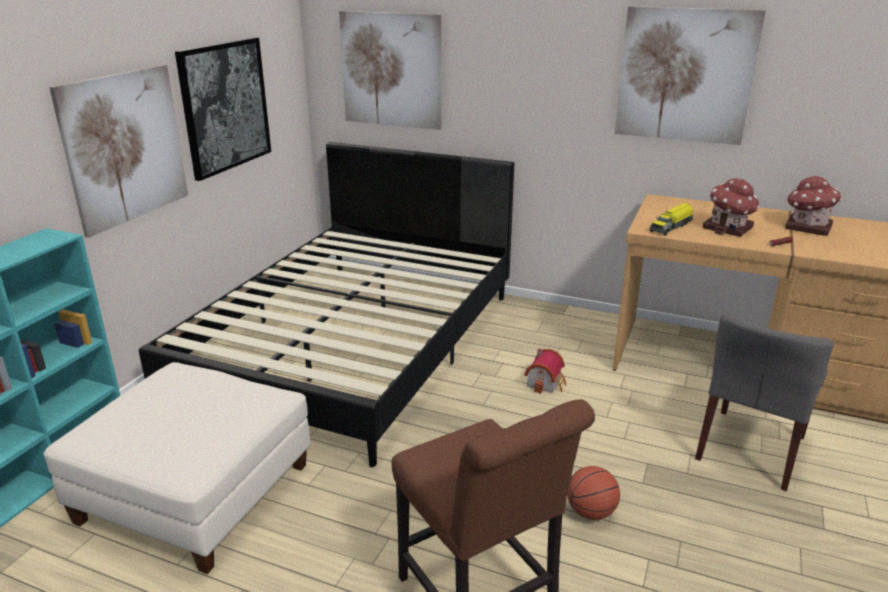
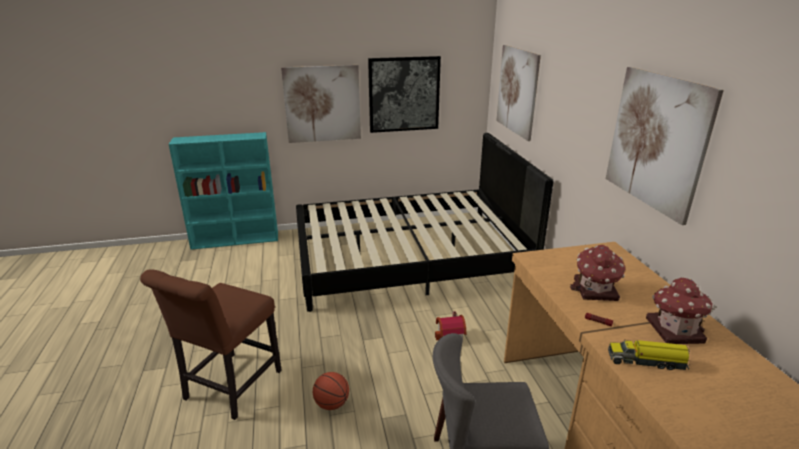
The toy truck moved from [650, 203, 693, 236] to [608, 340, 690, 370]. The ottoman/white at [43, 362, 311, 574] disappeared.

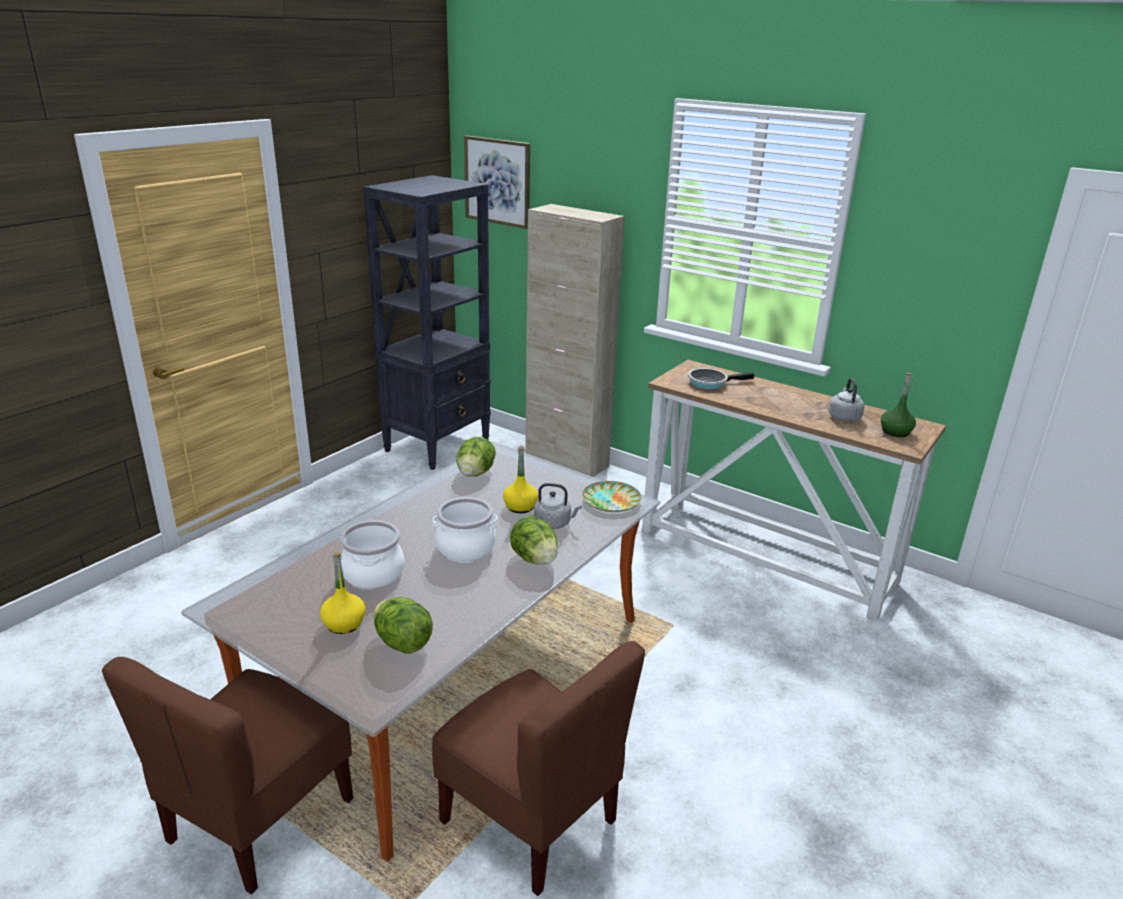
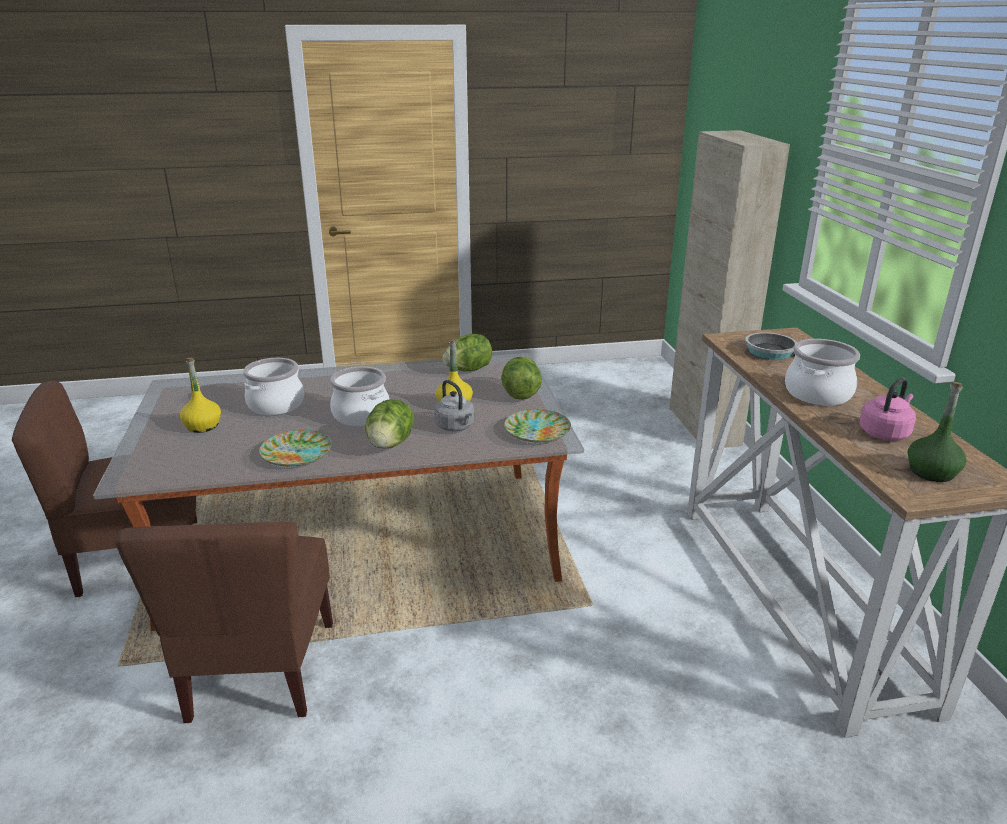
The picture at [464, 136, 530, 229] disappeared. The bookcase/black at [363, 175, 491, 470] disappeared. The kettle/grey at [829, 378, 865, 422] became the kettle/pink at [860, 378, 916, 441]. The lettuce moved from [373, 597, 433, 654] to [501, 356, 542, 400]. The cooking pot at [785, 339, 860, 406] appeared. The plate at [259, 430, 332, 466] appeared.

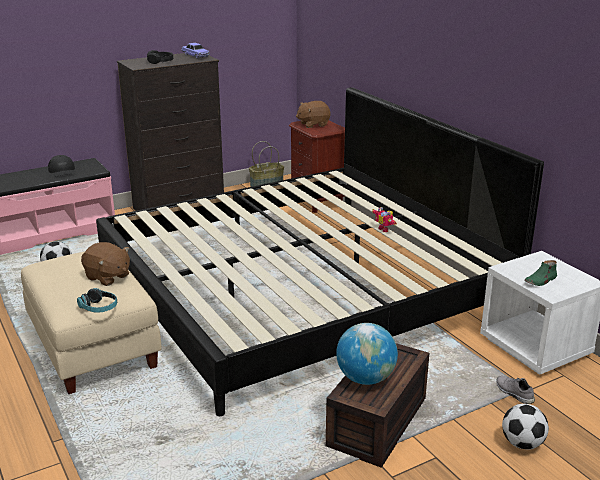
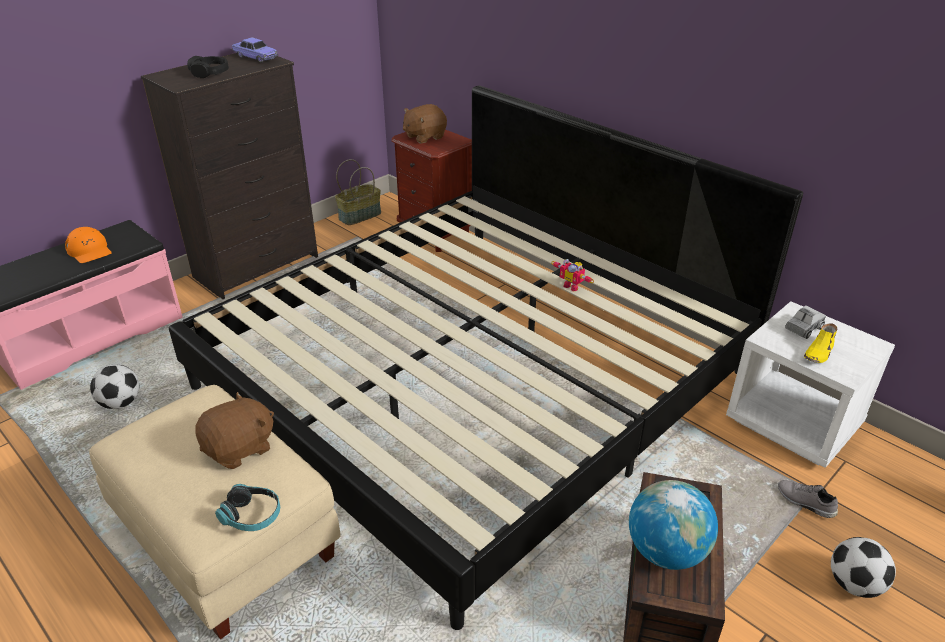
The cap/black at [48, 155, 75, 177] became the cap/orange at [65, 227, 112, 263]. The plush toy/brown at [81, 242, 130, 286] turned 60 degrees counterclockwise. The shoe/green at [524, 260, 557, 286] became the shoe/yellow at [804, 323, 838, 363]. The toy truck at [785, 306, 826, 339] appeared.

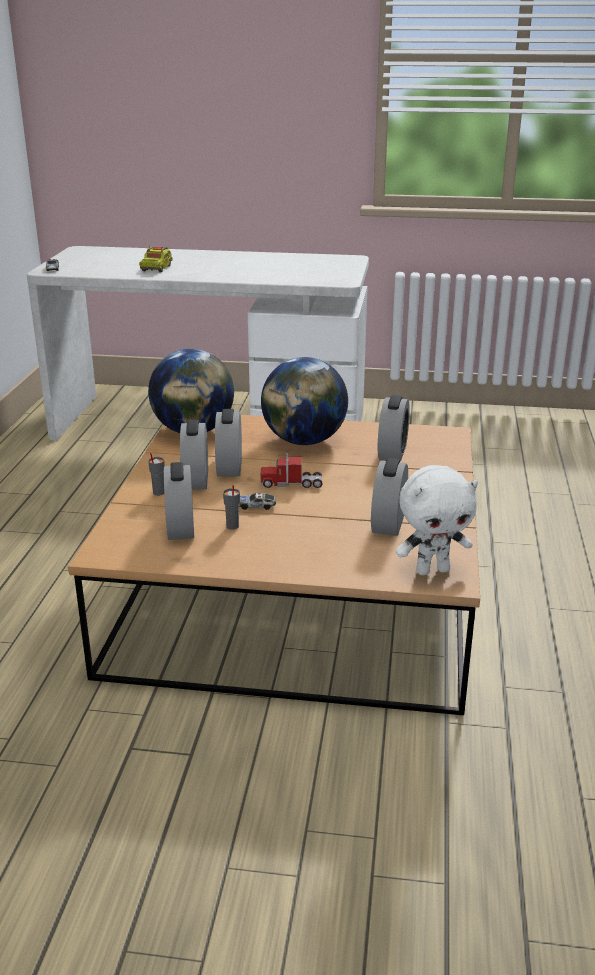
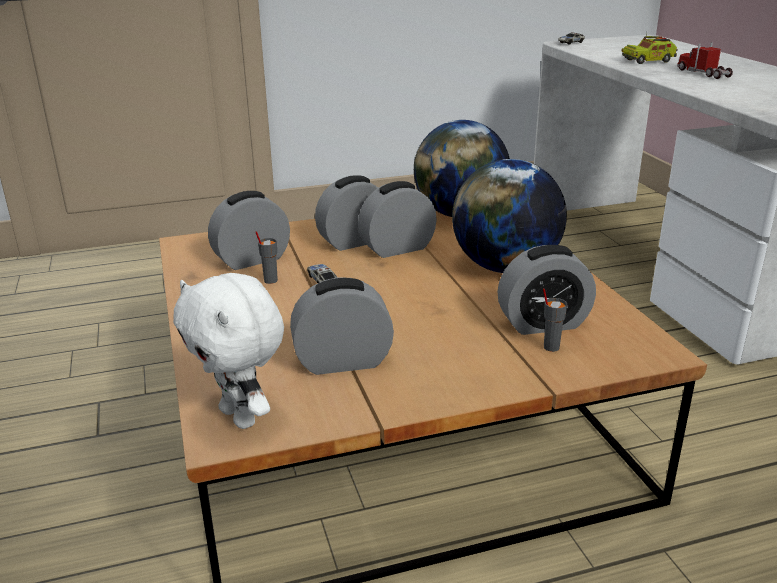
The toy truck moved from [261, 452, 323, 488] to [677, 42, 733, 79]. The cup/grey moved from [148, 453, 164, 496] to [543, 288, 567, 352].

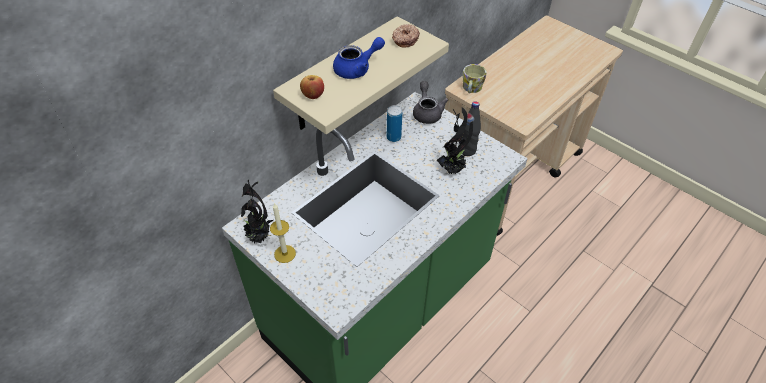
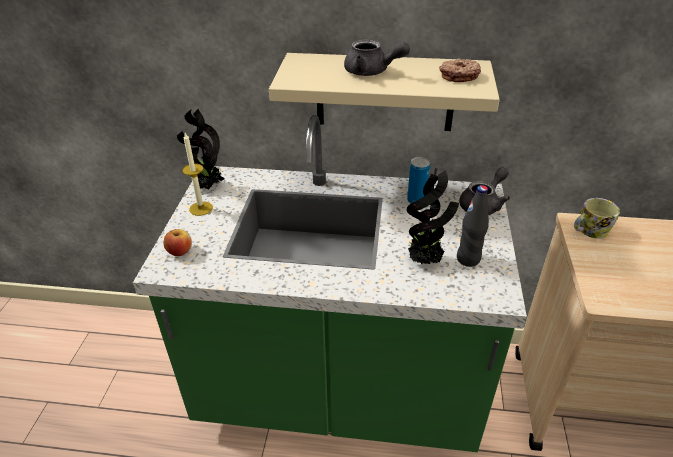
The teapot/blue at [333, 37, 385, 79] became the teapot/grey at [344, 39, 410, 76]. The apple moved from [300, 75, 324, 99] to [164, 229, 192, 256].

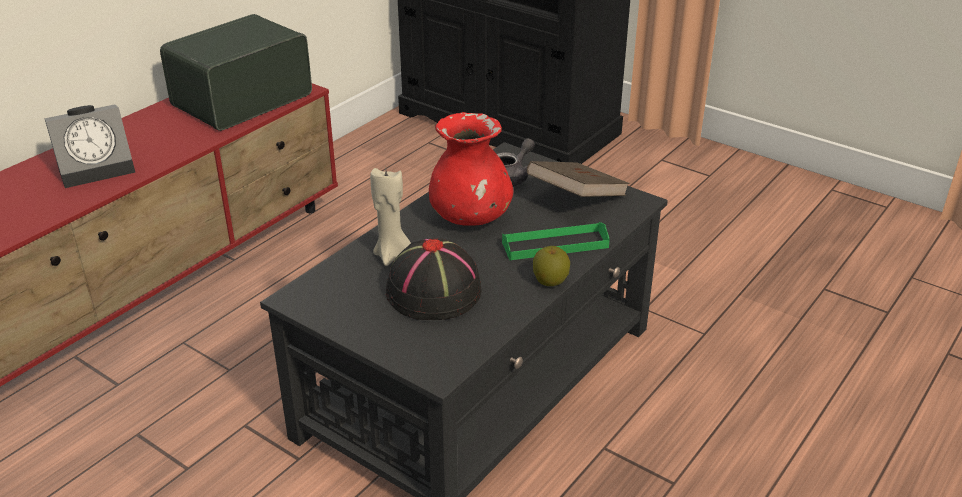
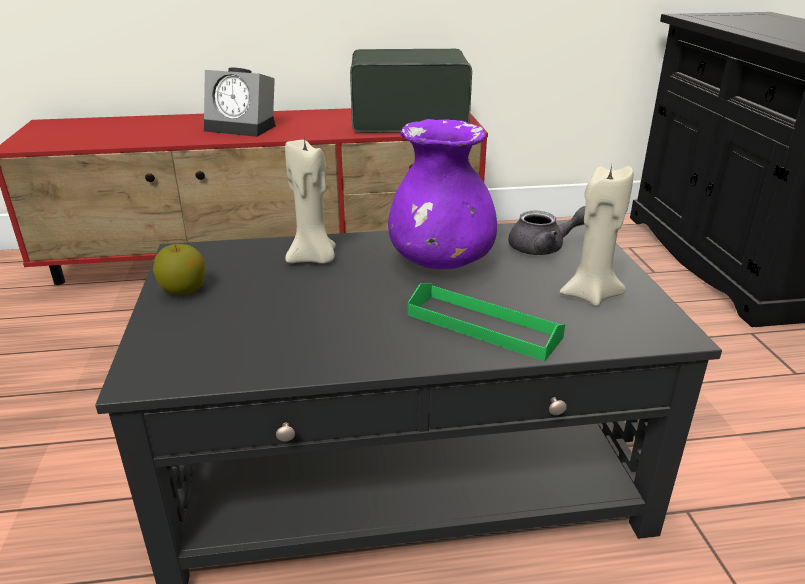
The vase/red at [429, 112, 513, 226] became the vase/purple at [388, 119, 497, 269]. The book/brown at [527, 161, 630, 197] was replaced by the candle/beige at [560, 165, 633, 307]. The hat/black at [386, 238, 482, 320] disappeared. The apple moved from [533, 246, 570, 286] to [153, 243, 205, 295].

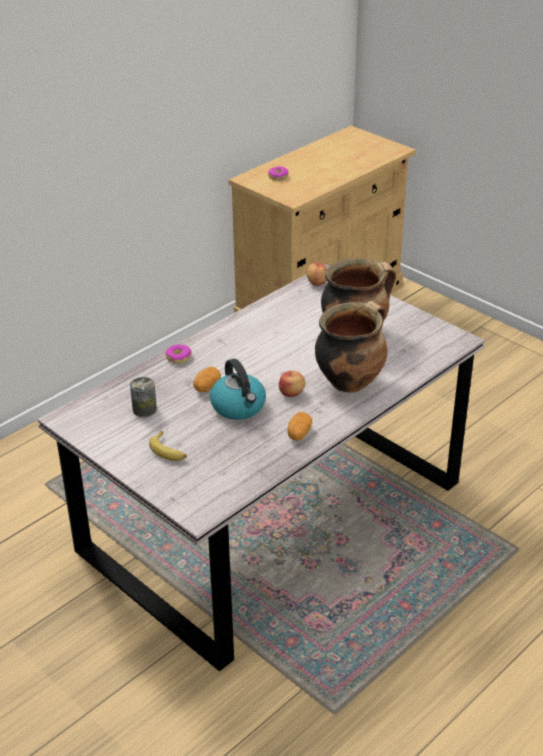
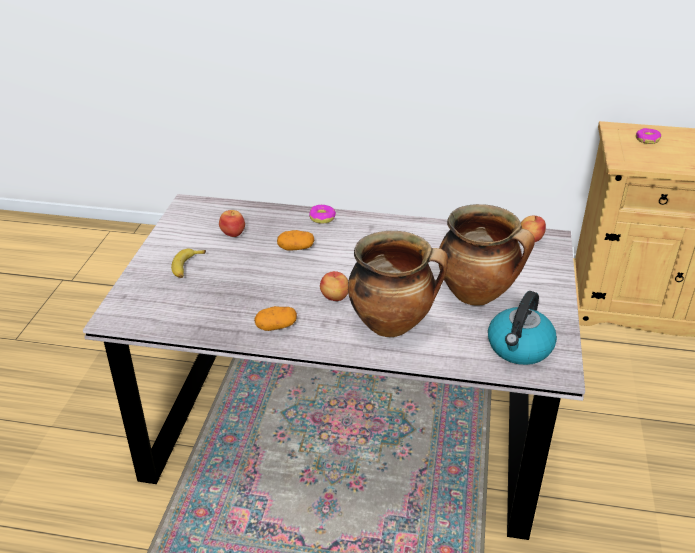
The kettle moved from [210, 358, 266, 420] to [488, 291, 557, 365]. The can at [130, 377, 157, 417] was replaced by the apple at [219, 210, 245, 237].

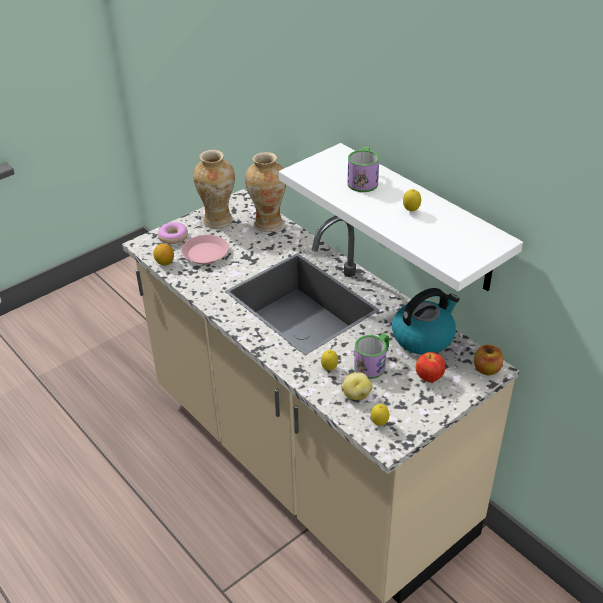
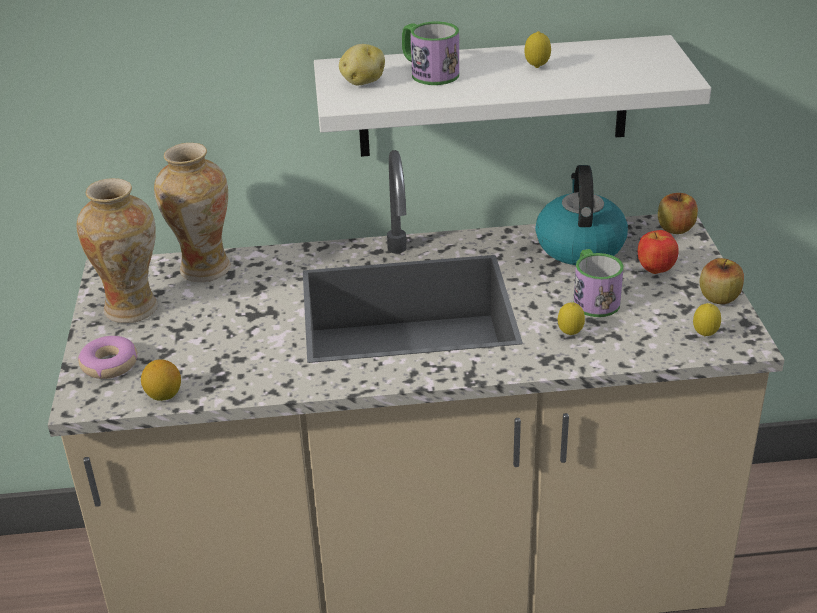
The plate/pink at [181, 235, 229, 264] disappeared. The potato moved from [341, 372, 373, 400] to [339, 44, 385, 85]. The apple at [700, 258, 744, 304] appeared.

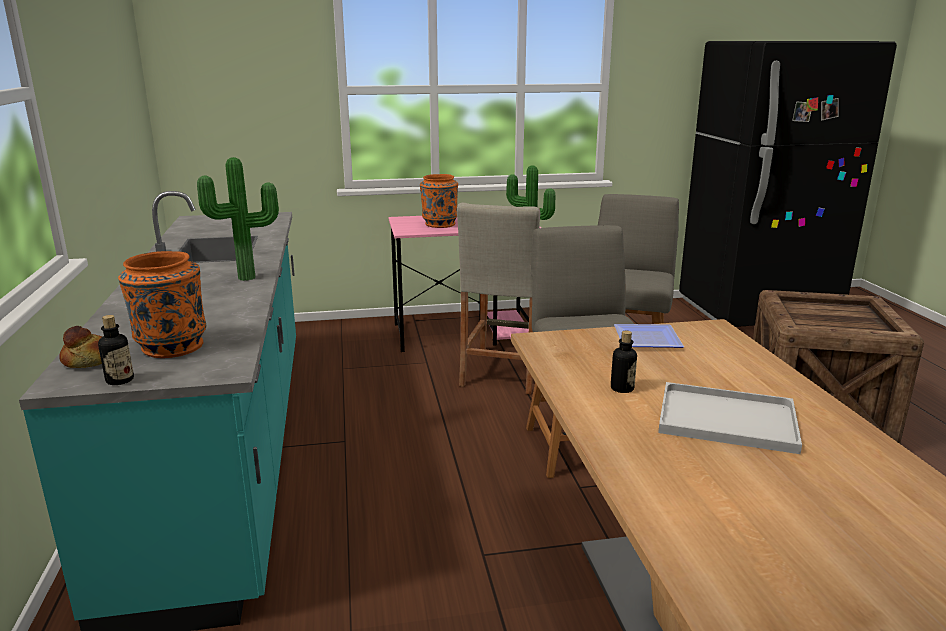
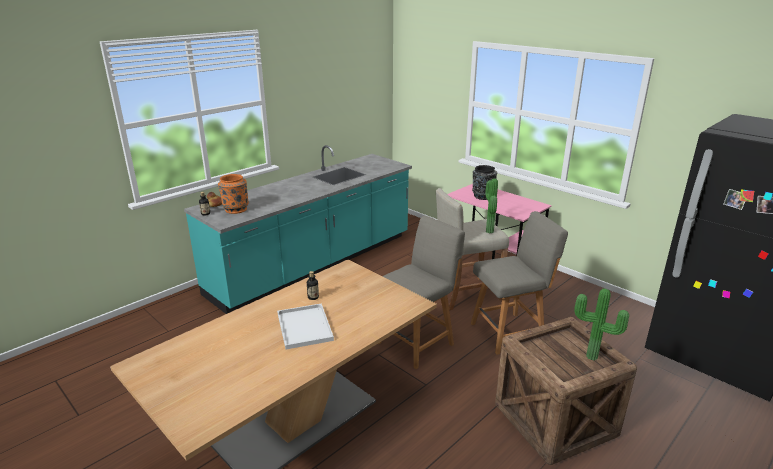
The potted plant moved from [197, 157, 279, 281] to [574, 289, 629, 361]. The vase/orange at [420, 174, 458, 228] became the vase/black at [472, 165, 497, 200]. The plate at [614, 324, 684, 348] disappeared.

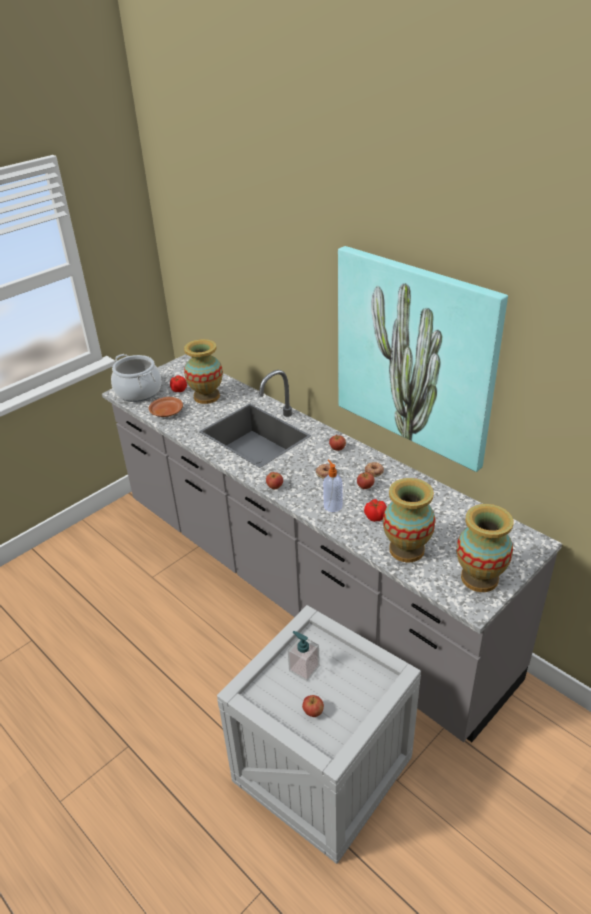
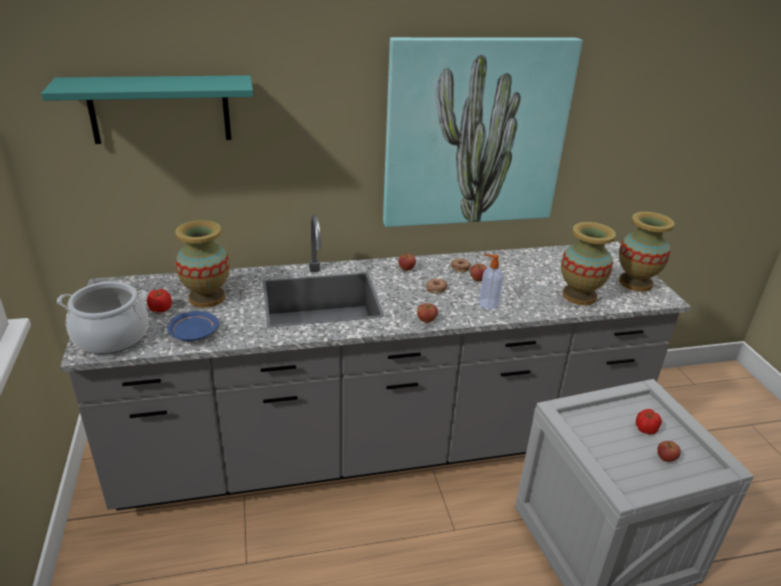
The plate/brown at [149, 397, 183, 417] became the plate/blue at [167, 311, 219, 341]. The tomato moved from [364, 499, 387, 522] to [636, 409, 662, 434]. The soap dispenser at [288, 631, 320, 681] disappeared. The shelf/turquoise at [41, 75, 253, 144] appeared.

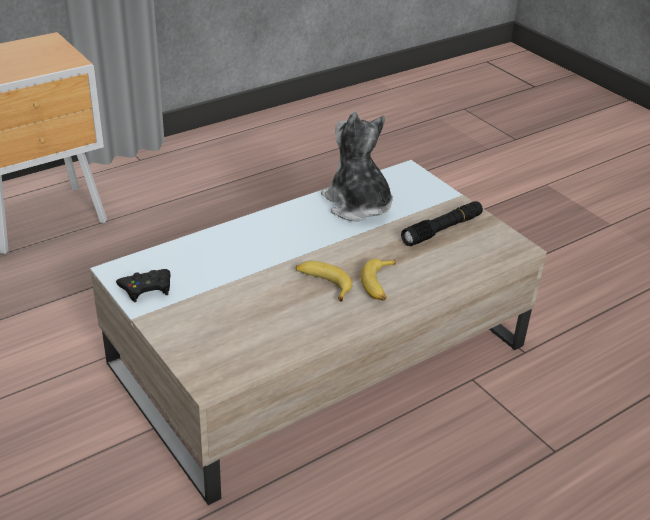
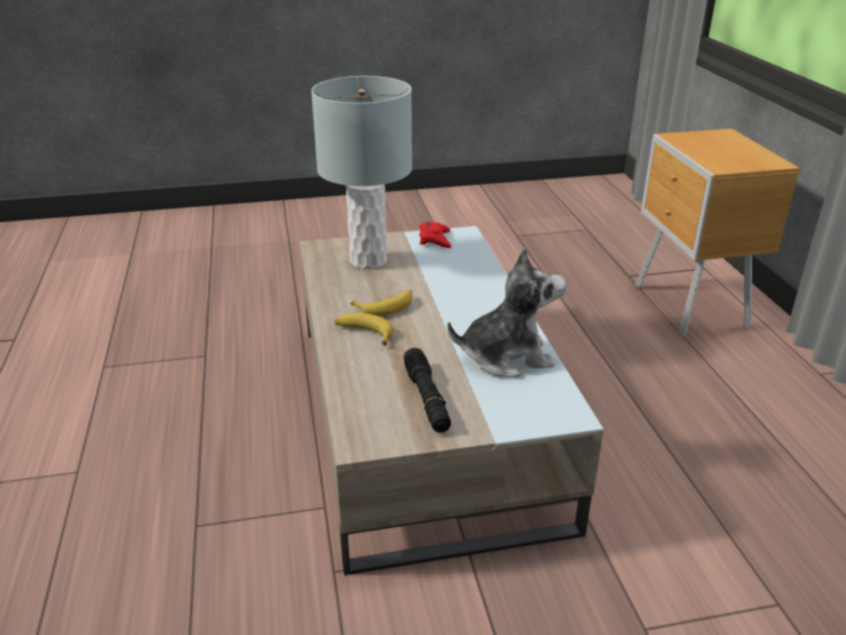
The game controller/black at [116, 269, 170, 302] became the game controller/red at [419, 221, 452, 248]. The table lamp/grey at [311, 76, 412, 269] appeared.

